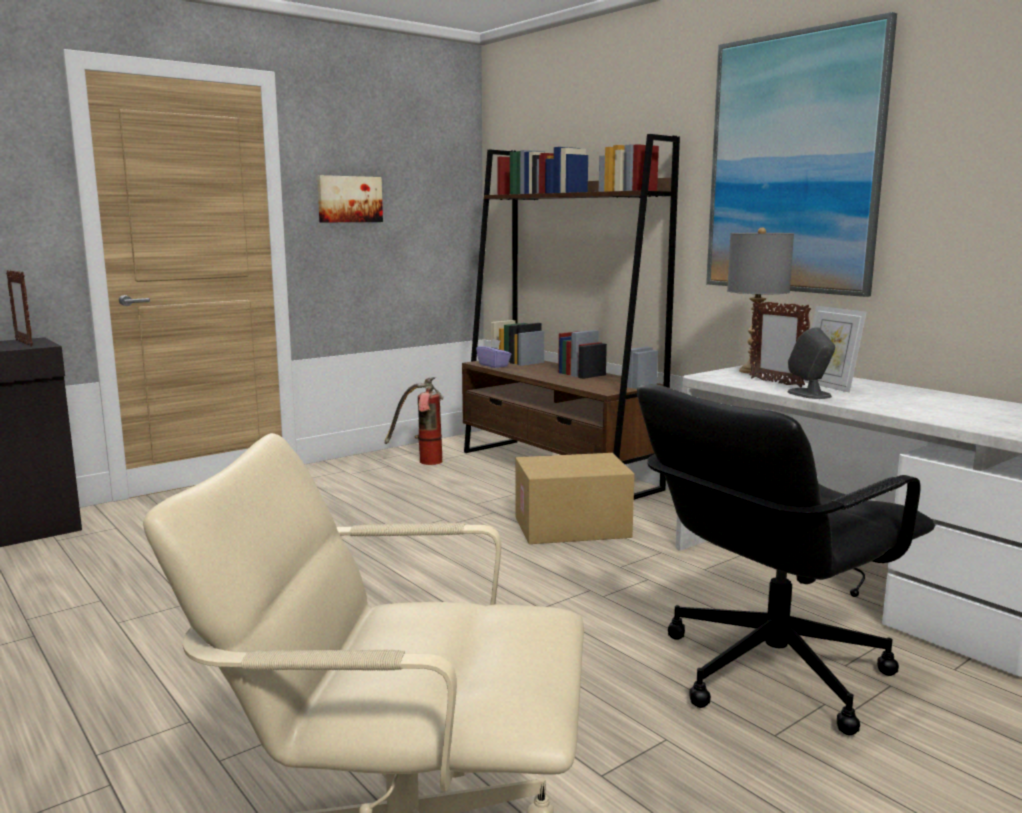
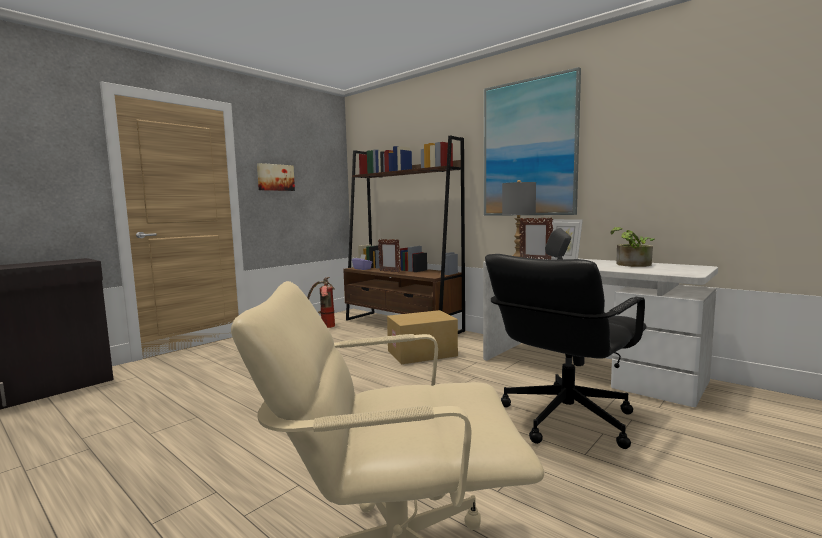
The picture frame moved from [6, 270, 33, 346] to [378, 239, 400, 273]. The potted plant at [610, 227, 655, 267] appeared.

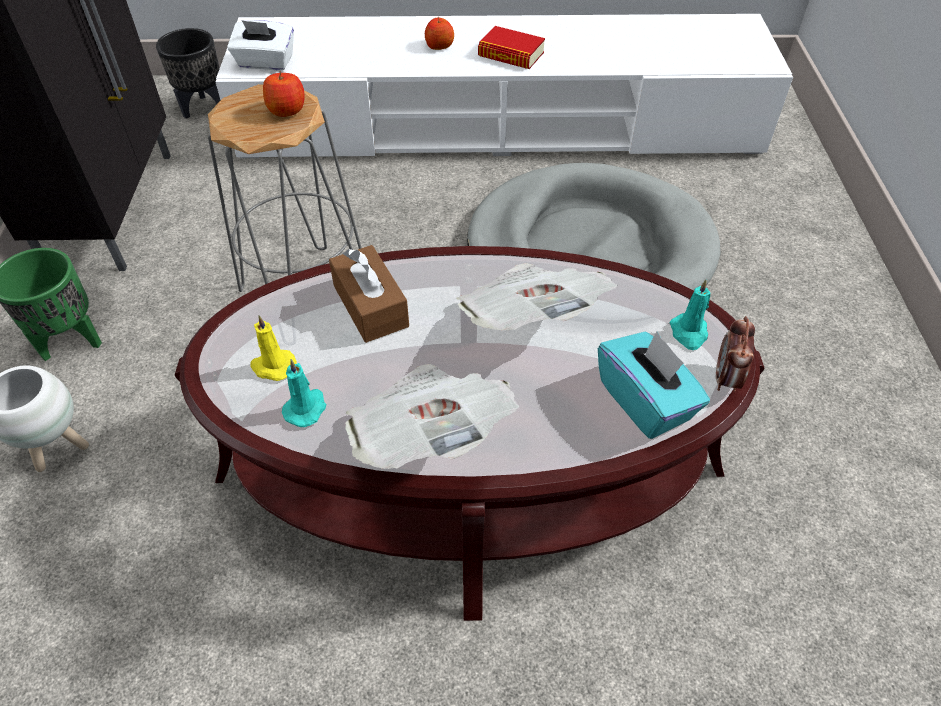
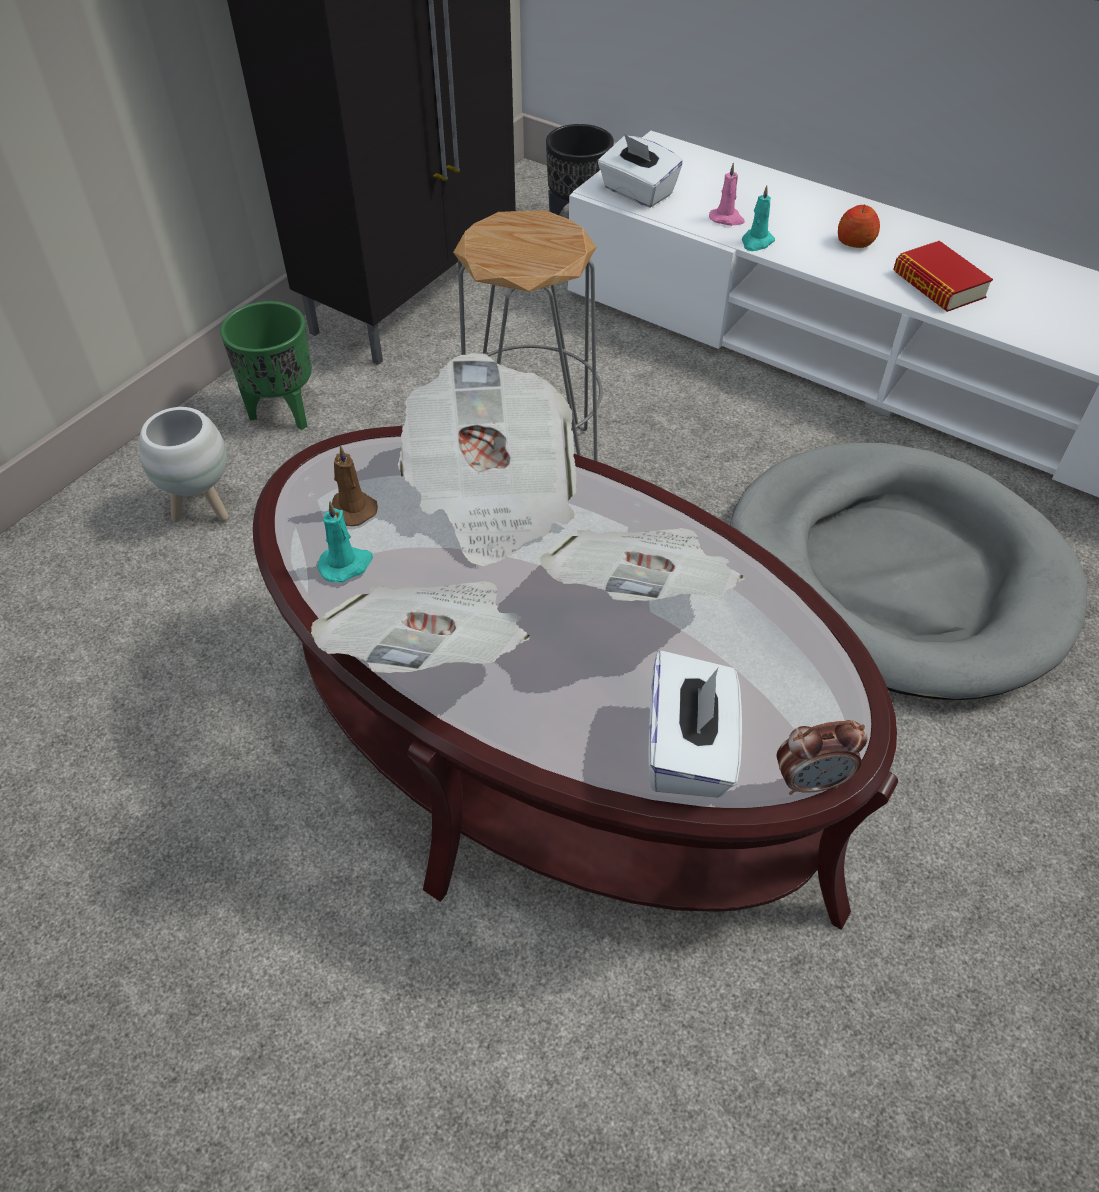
The apple at [263, 71, 305, 117] disappeared. The tissue box/brown at [329, 245, 409, 343] was replaced by the newspaper at [398, 353, 577, 566]. The candle/turquoise moved from [670, 280, 710, 350] to [741, 185, 775, 251]. The candle/yellow at [251, 315, 297, 381] became the candle/brown at [332, 445, 378, 526]. The alarm clock at [716, 316, 755, 392] turned 150 degrees counterclockwise. The tissue box/turquoise at [598, 331, 710, 439] became the tissue box/white at [648, 651, 742, 798]. The candle/pink at [709, 162, 745, 226] appeared.

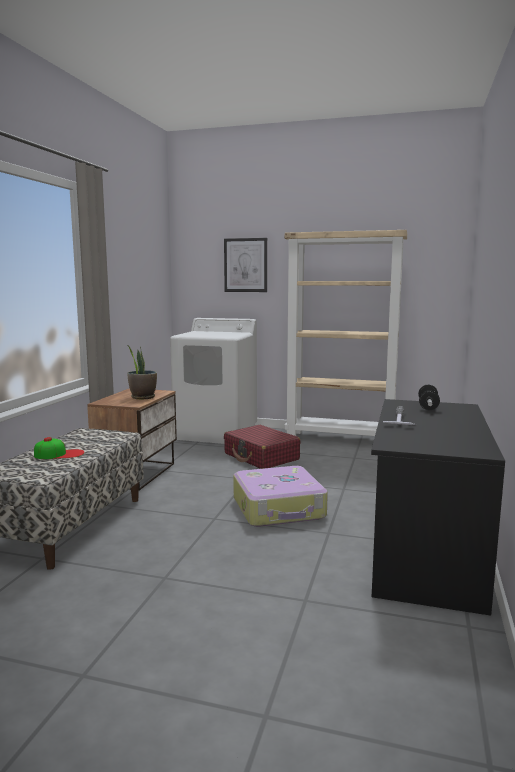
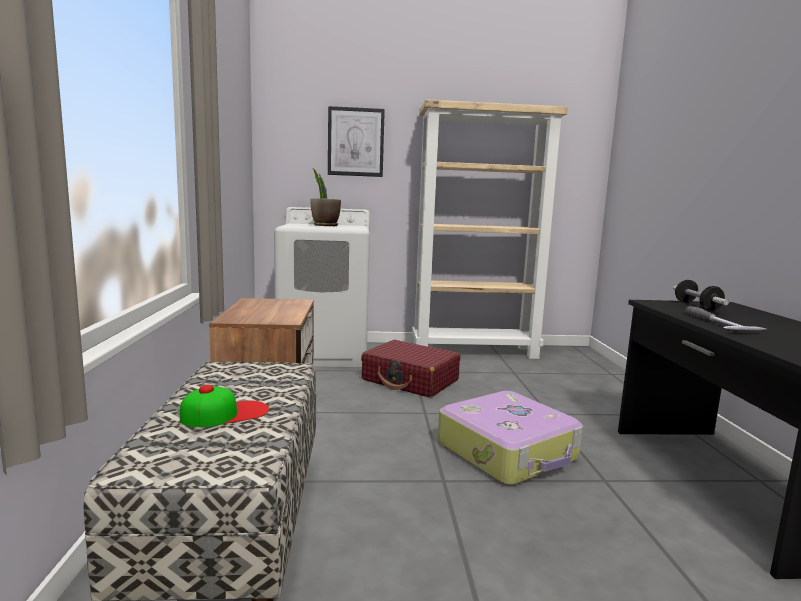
The potted plant moved from [127, 346, 157, 399] to [310, 169, 341, 226].

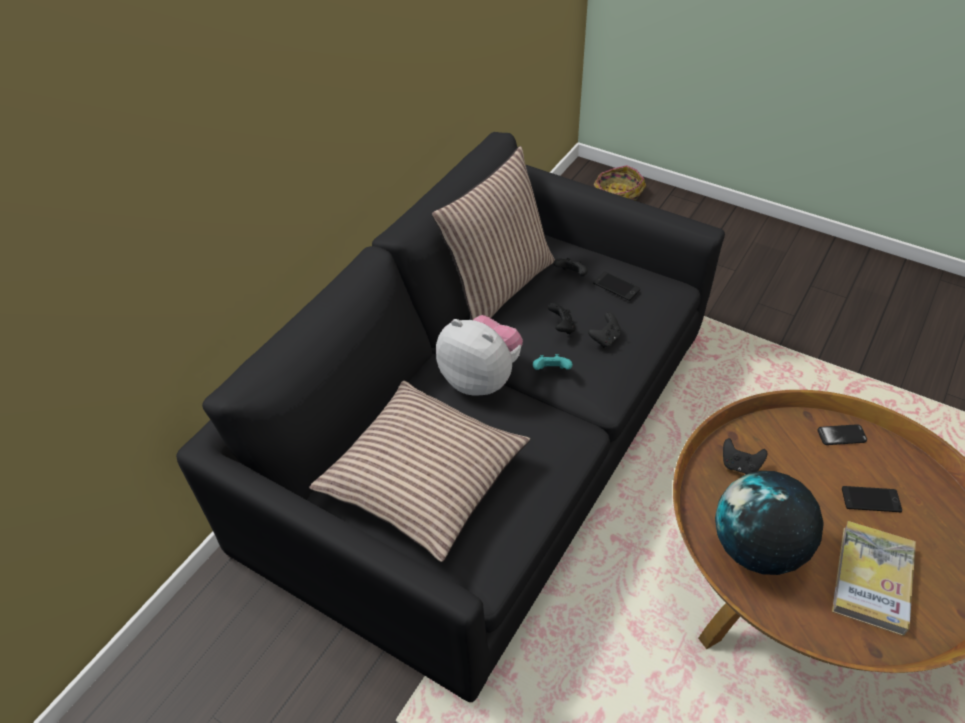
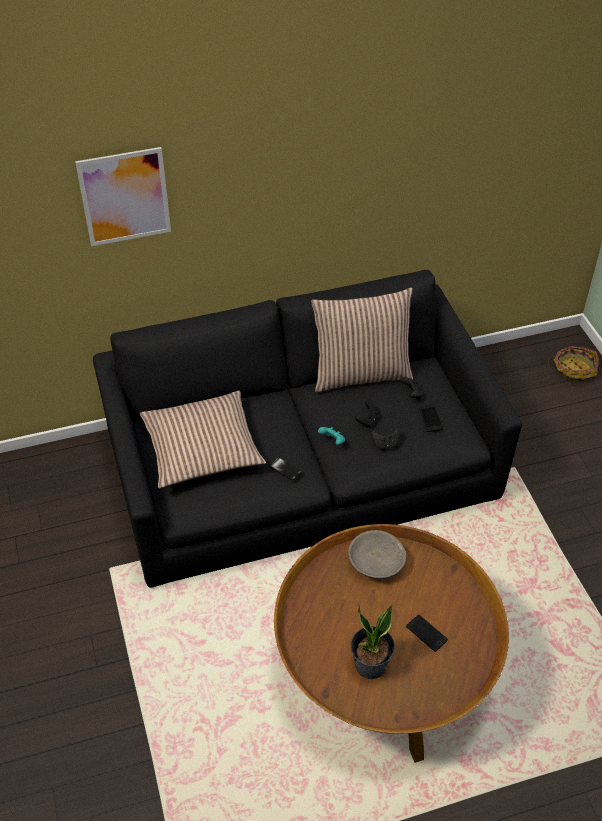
The plush toy at [436, 315, 523, 395] disappeared. The phone moved from [818, 424, 867, 445] to [270, 457, 301, 480]. The game controller/black at [723, 438, 767, 474] was replaced by the bowl/grey at [348, 530, 406, 579]. The globe at [715, 471, 823, 575] disappeared. The book at [832, 521, 916, 636] was replaced by the potted plant at [350, 604, 395, 679]. The picture at [75, 147, 171, 246] appeared.

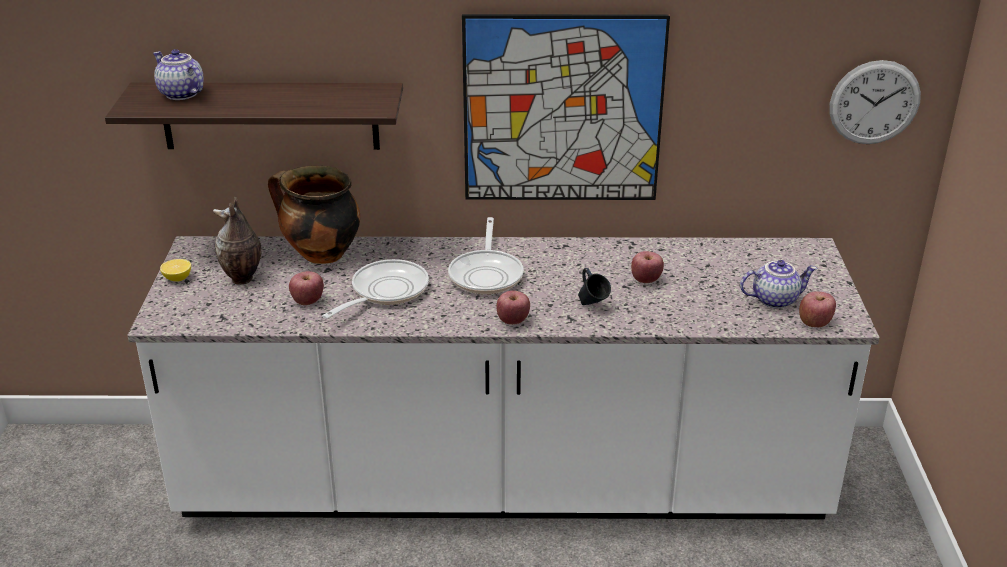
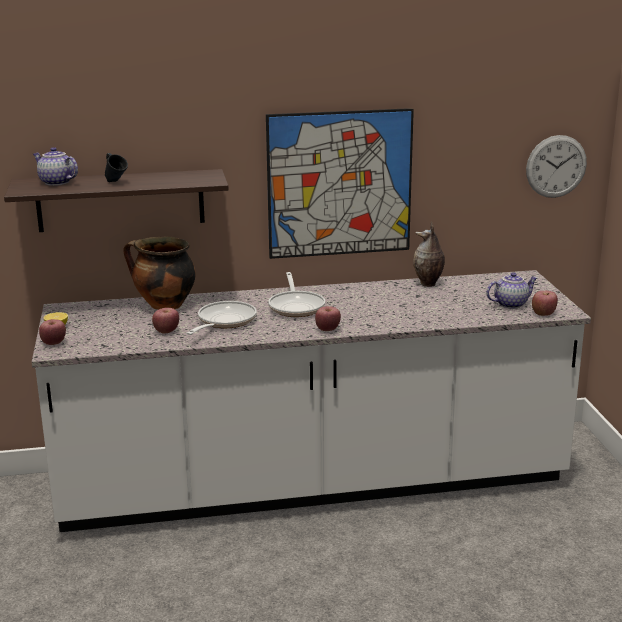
The vase moved from [213, 197, 261, 285] to [413, 221, 445, 287]. The apple moved from [631, 251, 664, 283] to [39, 319, 66, 345]. The mug/blue moved from [578, 268, 611, 305] to [105, 153, 128, 182].

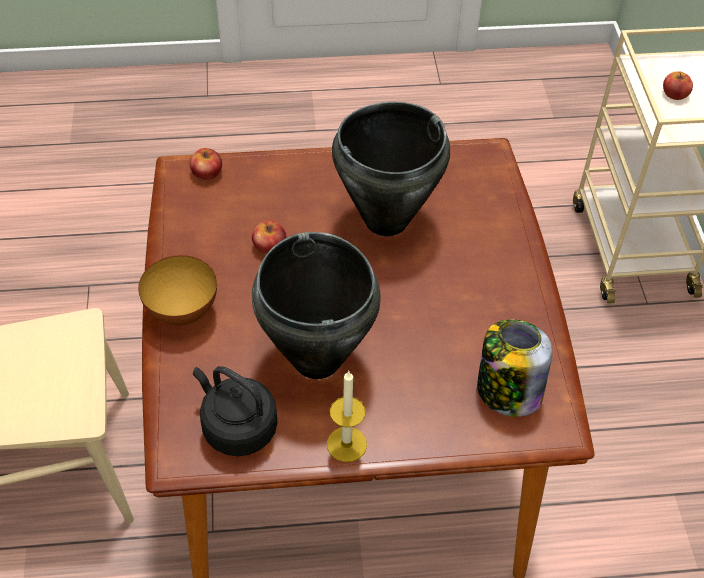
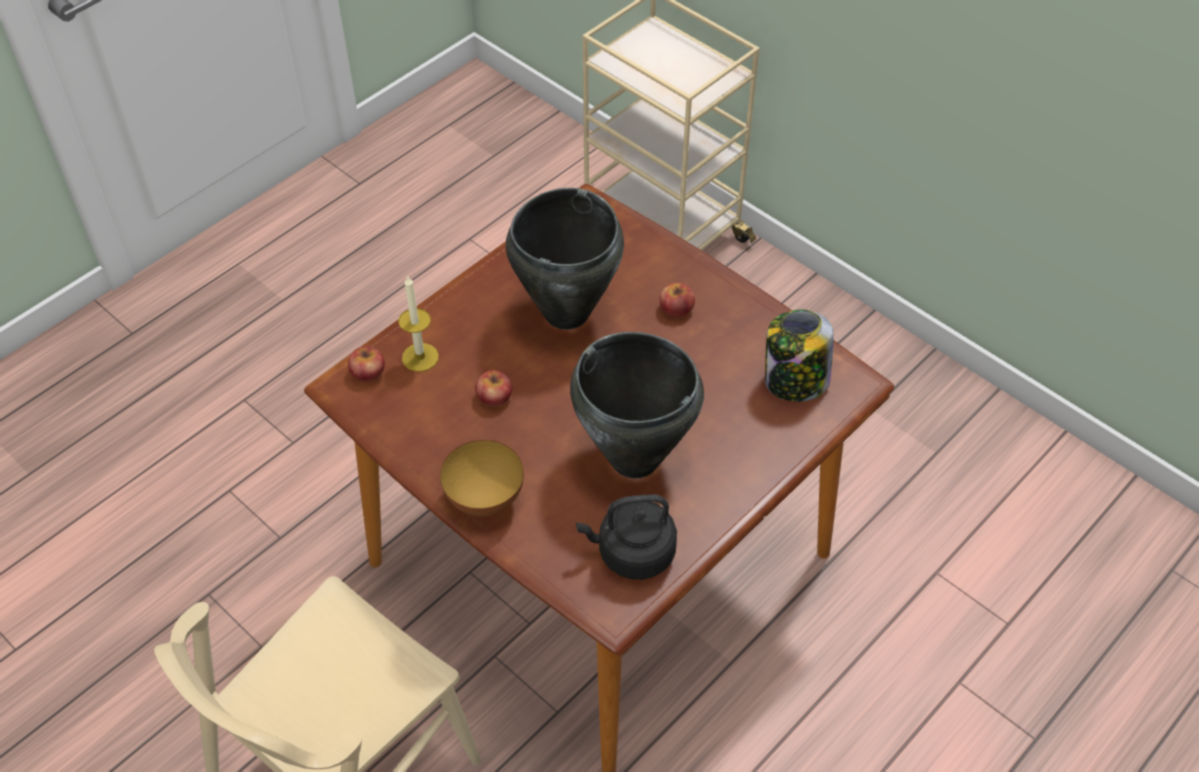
The apple moved from [663, 71, 693, 100] to [660, 283, 695, 317]. The candle moved from [327, 371, 367, 462] to [398, 275, 439, 372].

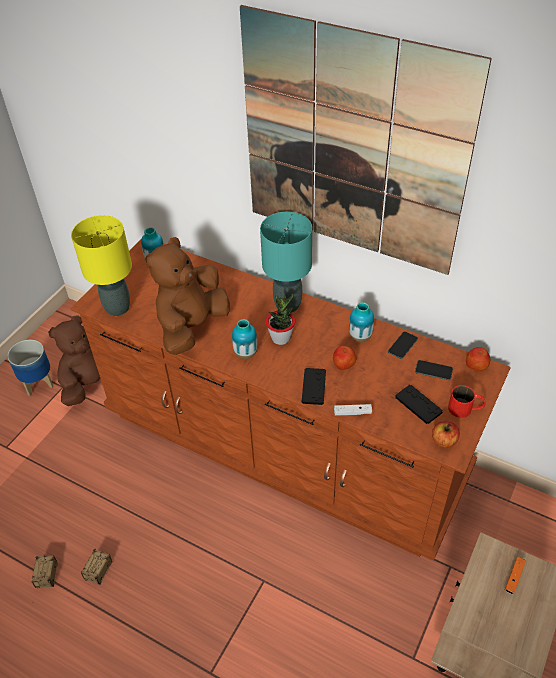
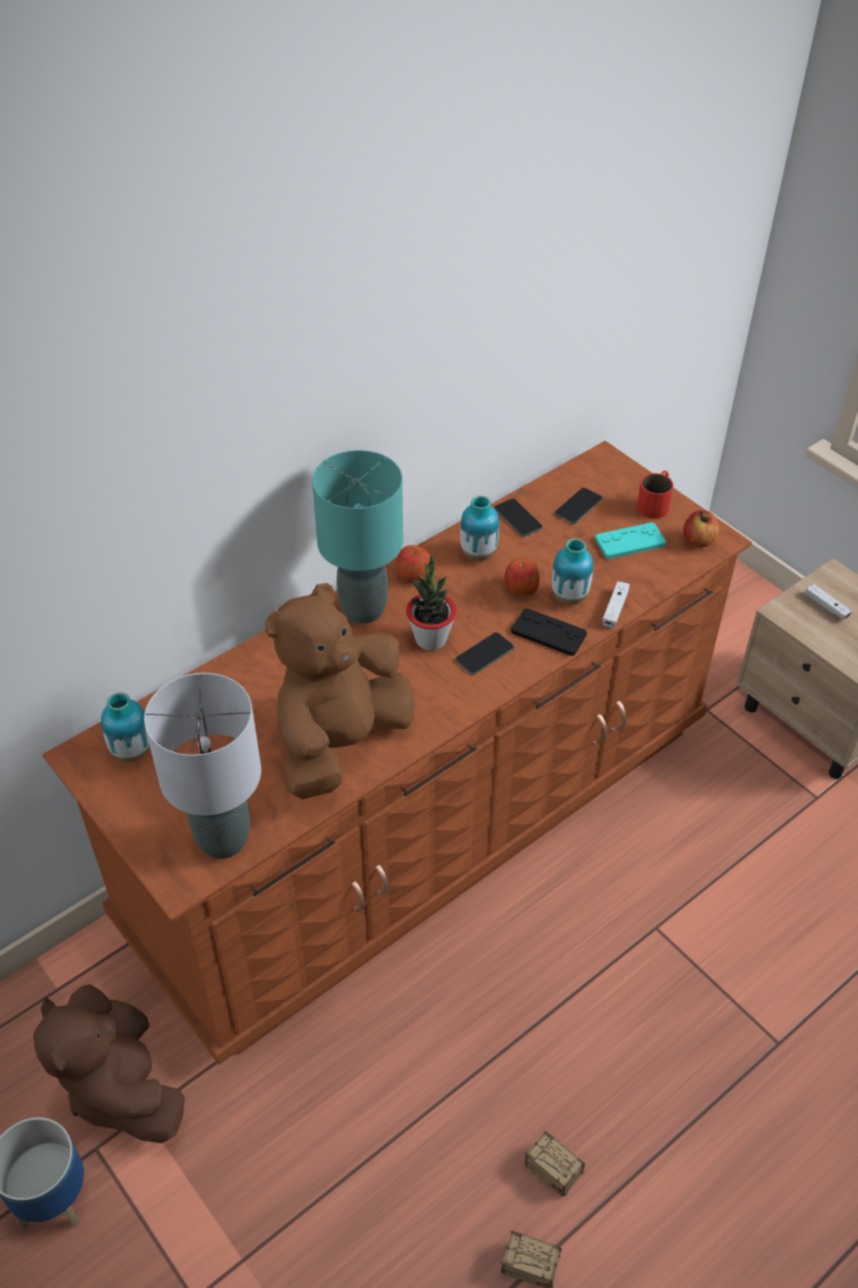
The picture at [240, 5, 492, 275] disappeared. The table lamp/yellow at [71, 215, 132, 316] became the table lamp/grey at [144, 673, 261, 859]. The plush toy/brown at [145, 237, 230, 355] turned 75 degrees clockwise. The vase moved from [232, 319, 257, 359] to [552, 538, 593, 605]. The apple moved from [466, 347, 490, 371] to [396, 545, 430, 583]. The game controller/black at [395, 385, 443, 424] became the game controller/turquoise at [595, 522, 666, 559]. The game controller/orange at [505, 557, 526, 595] became the game controller/white at [805, 584, 851, 620]. The phone at [455, 632, 514, 675] appeared.

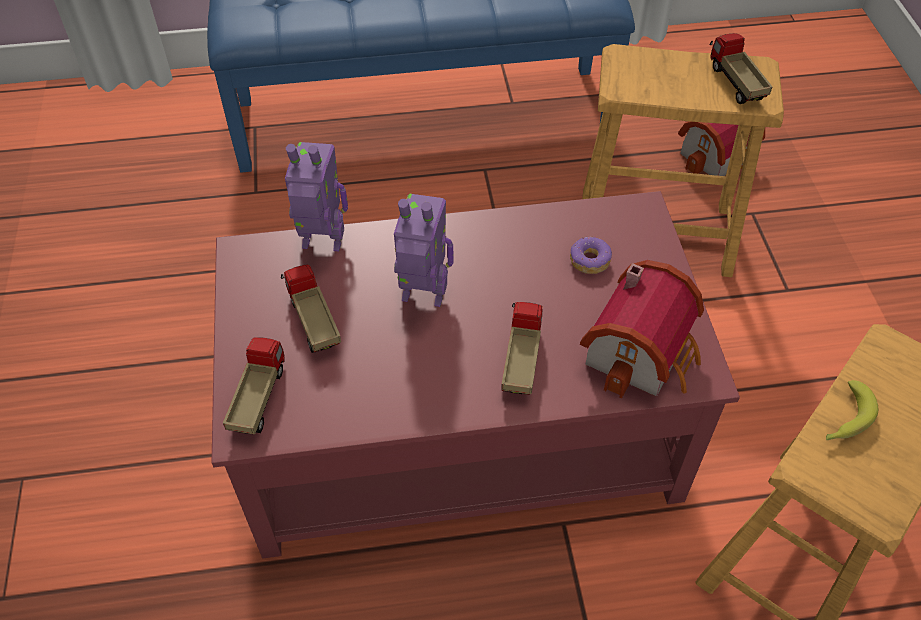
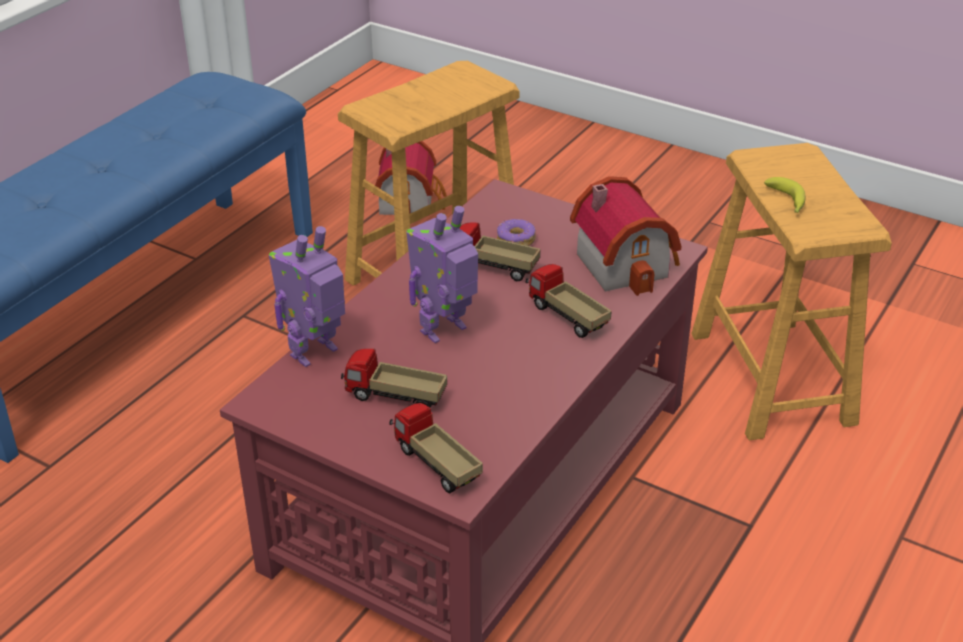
The toy truck moved from [709, 33, 772, 104] to [459, 222, 540, 282].

